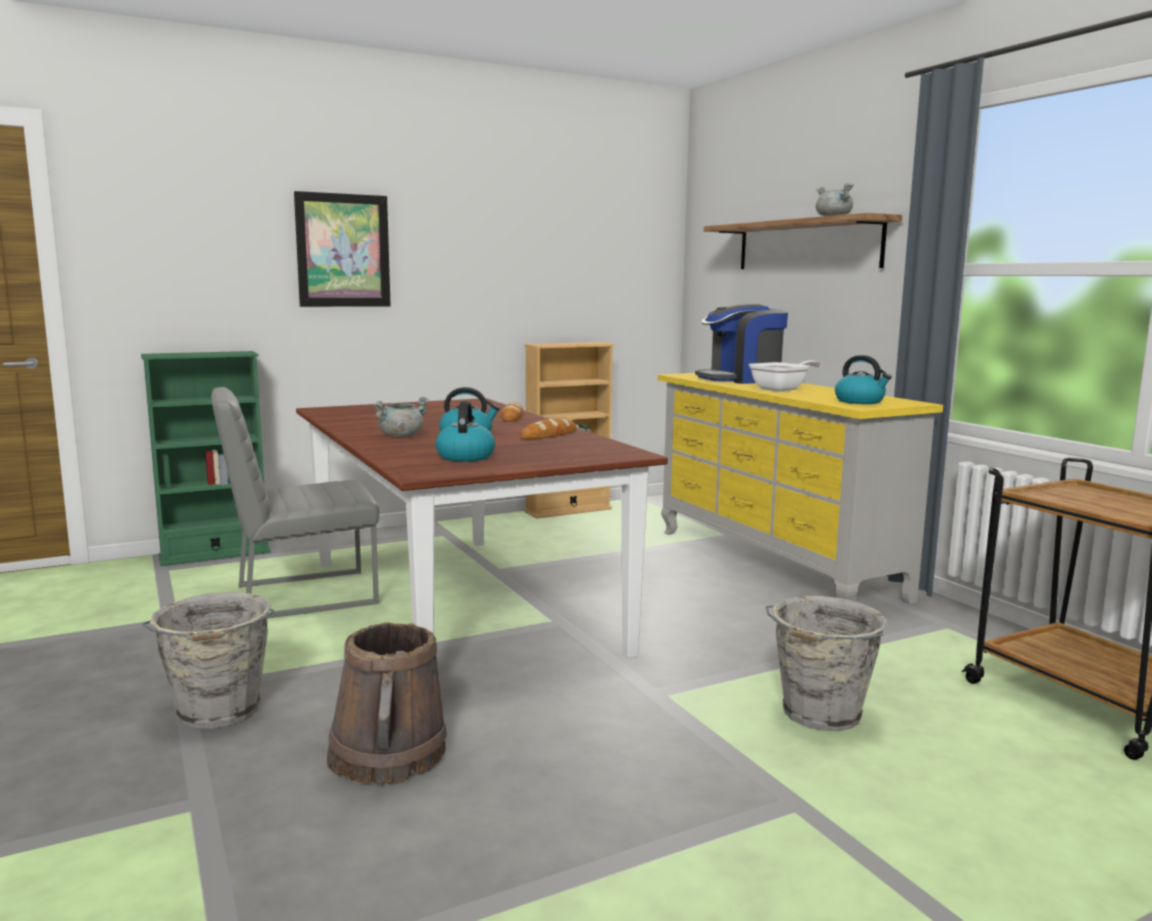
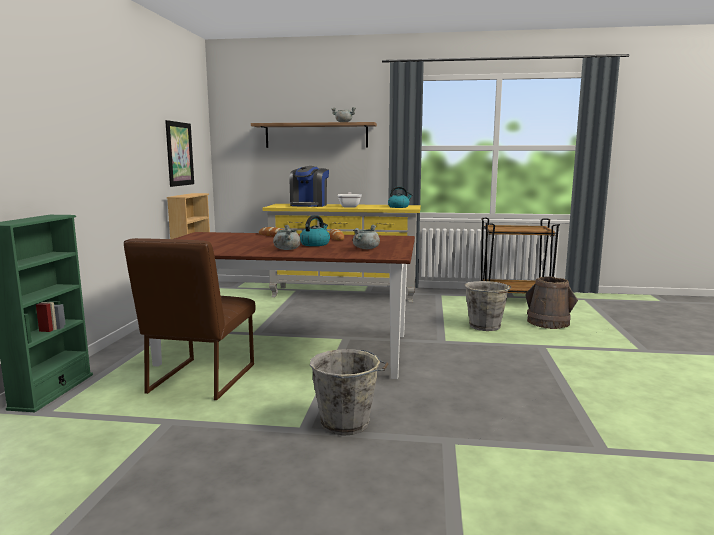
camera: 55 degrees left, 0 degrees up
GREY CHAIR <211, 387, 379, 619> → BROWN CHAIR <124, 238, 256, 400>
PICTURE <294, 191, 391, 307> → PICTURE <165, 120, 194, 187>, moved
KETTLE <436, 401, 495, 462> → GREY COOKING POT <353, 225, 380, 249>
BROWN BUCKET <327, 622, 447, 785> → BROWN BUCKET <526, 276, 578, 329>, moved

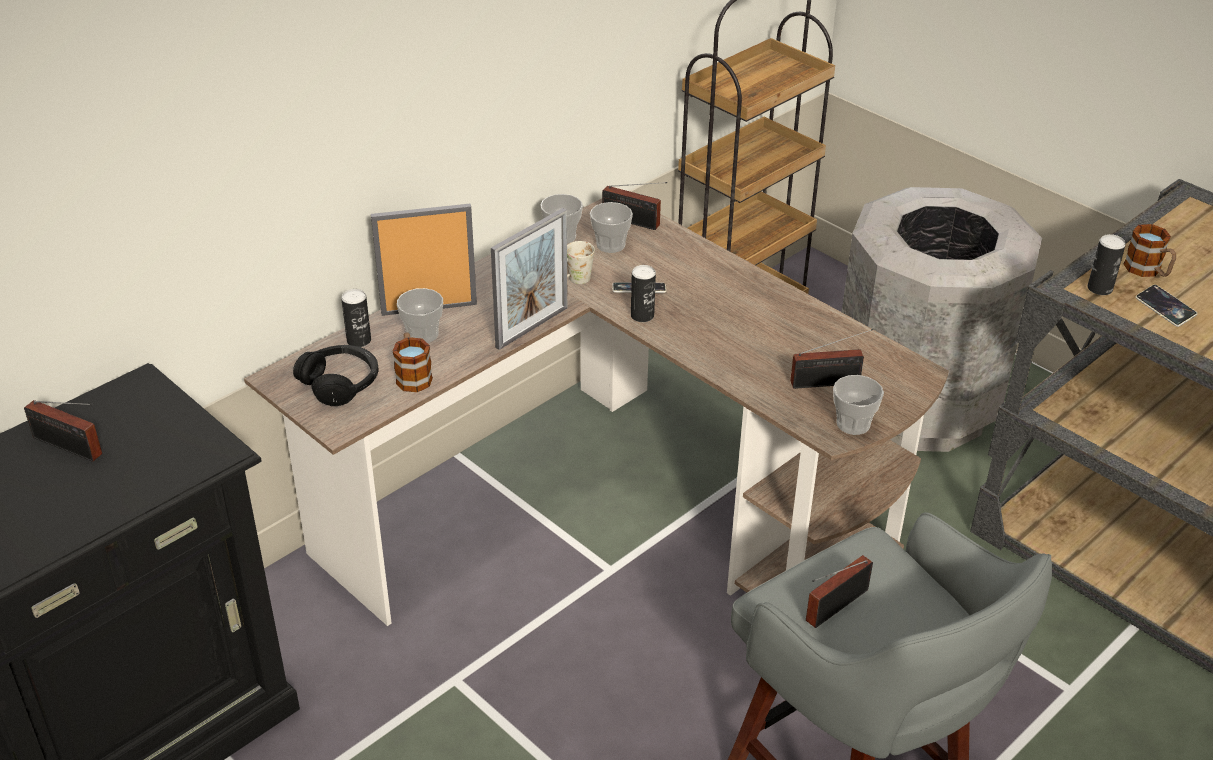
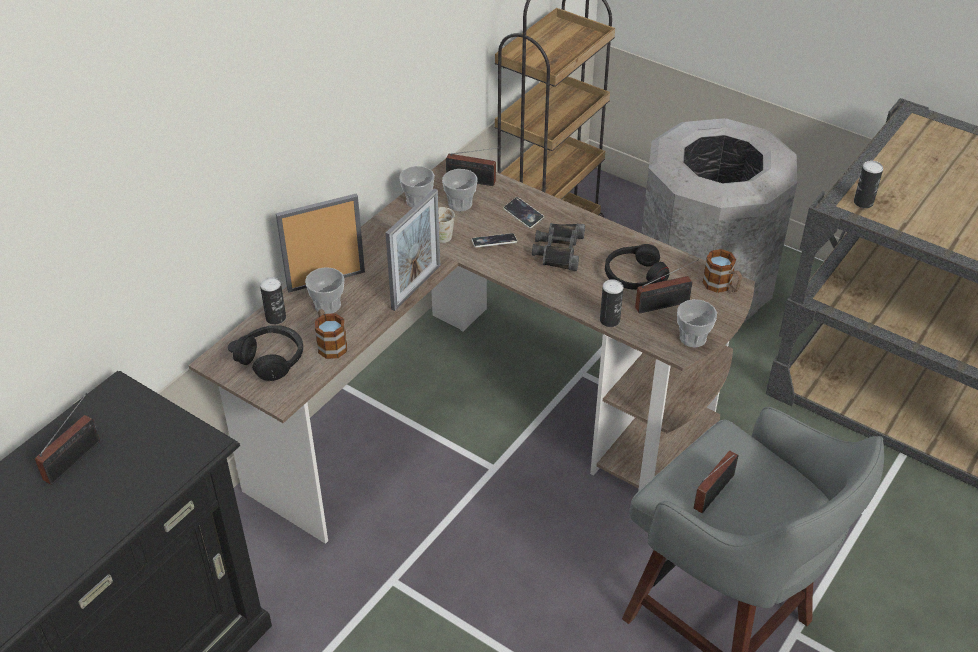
camera: 10 degrees left, 5 degrees up
RADIO <24, 400, 102, 462> → RADIO <35, 392, 100, 485>, 75 degrees counterclockwise
PHONE <1136, 285, 1197, 327> → PHONE <503, 197, 544, 228>, moved
- → BLACK BINOCULARS <532, 223, 585, 271>
CAN <631, 265, 656, 322> → CAN <600, 279, 624, 327>, moved
- → BLACK HEADPHONES <605, 244, 669, 290>
MUG <1124, 224, 1176, 277> → MUG <703, 249, 742, 293>, moved

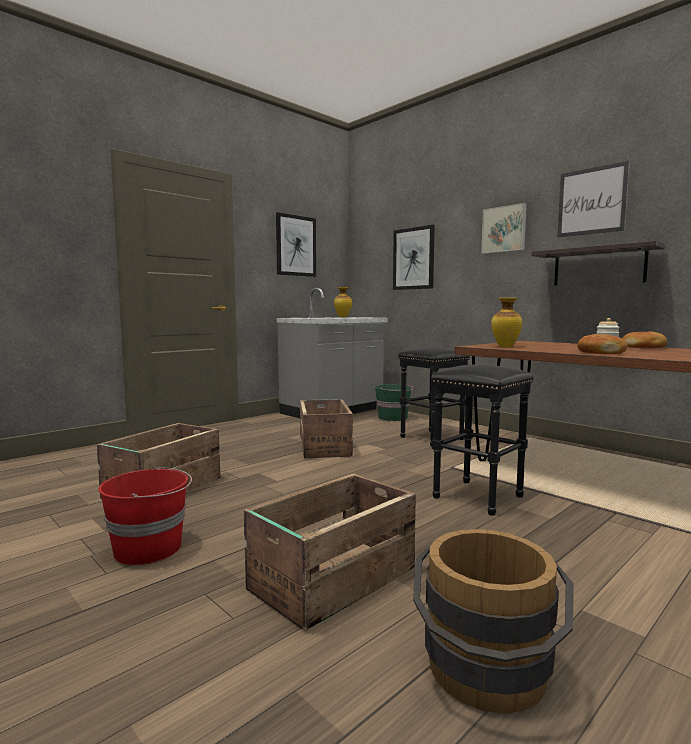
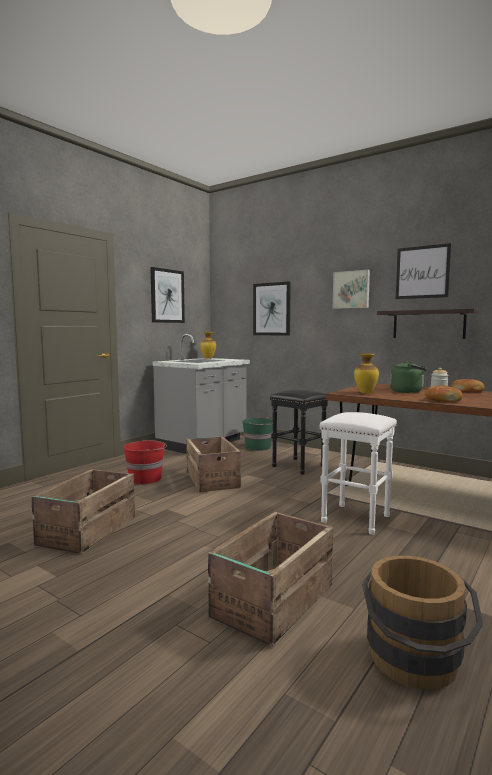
camera: 10 degrees left, 0 degrees up
RED BUCKET <98, 466, 192, 565> → RED BUCKET <123, 439, 167, 484>, moved
BLACK STOOL <431, 364, 534, 516> → WHITE STOOL <320, 412, 397, 535>
- → GREEN KETTLE <390, 361, 427, 393>

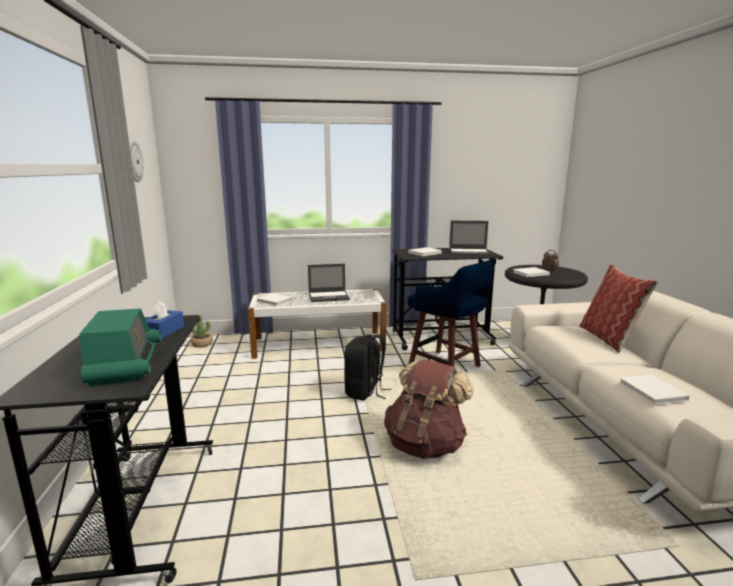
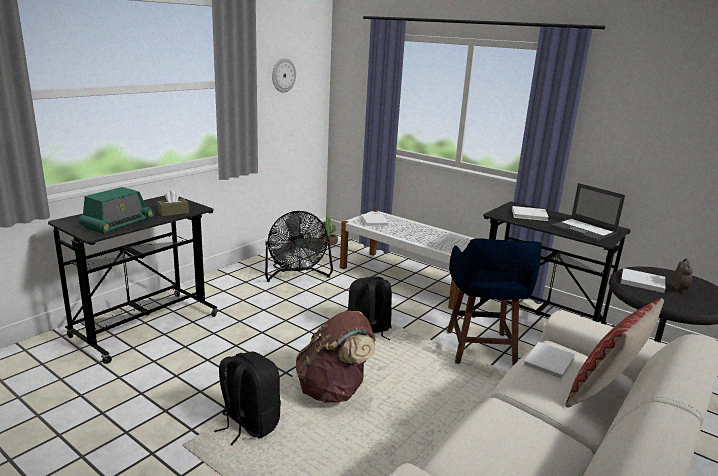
camera: 45 degrees right, 5 degrees up
BLUE TISSUE BOX <146, 301, 184, 339> → BROWN TISSUE BOX <157, 190, 189, 216>
- → BLACK BACKPACK <214, 352, 281, 445>
- → BLACK FAN <265, 211, 333, 282>
WHITE BOOK <619, 375, 690, 405> → WHITE BOOK <523, 342, 575, 380>, moved
LAPTOP <308, 264, 350, 302> → -

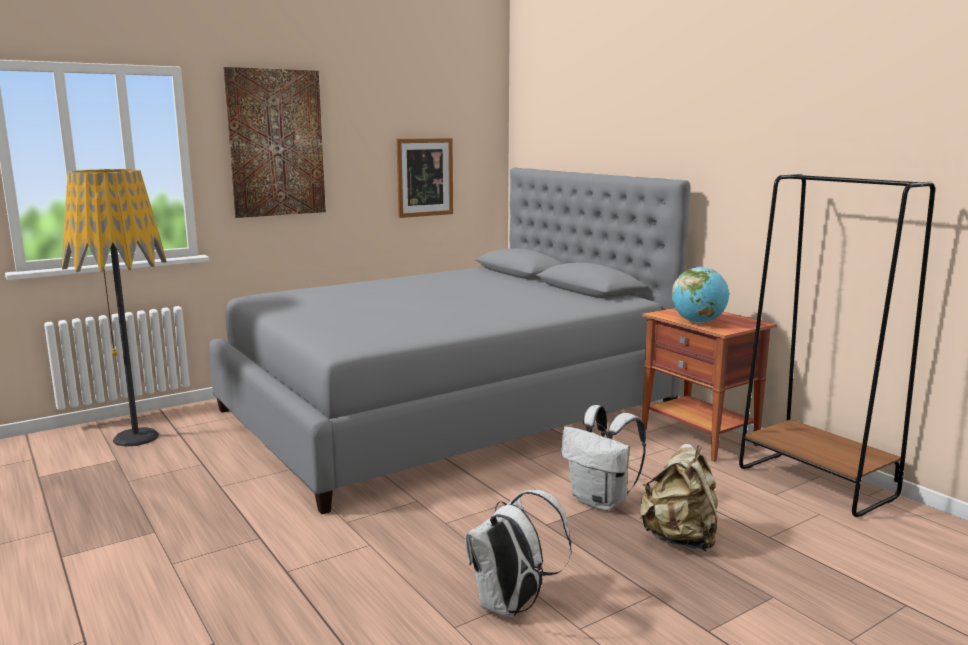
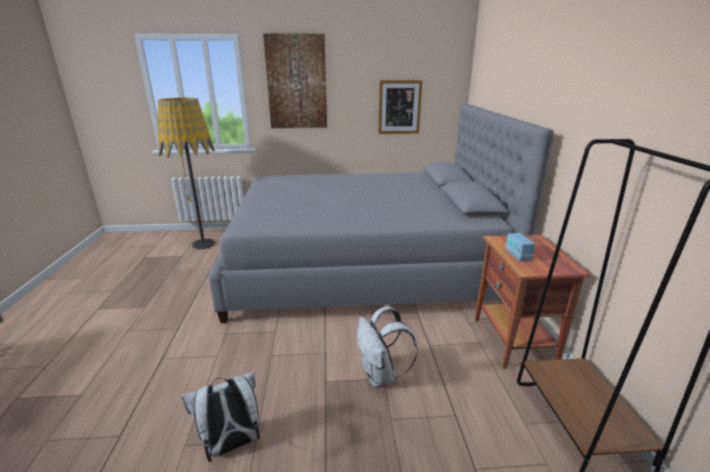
camera: 30 degrees right, 10 degrees up
GLOBE <671, 267, 729, 323> → RADIO <505, 231, 535, 261>
BEIGE BACKPACK <640, 444, 717, 551> → -

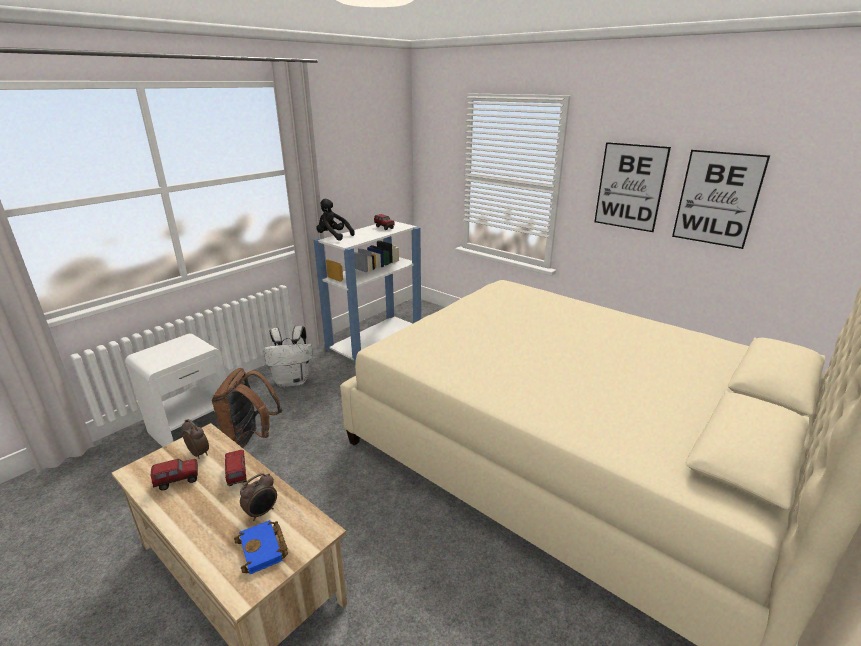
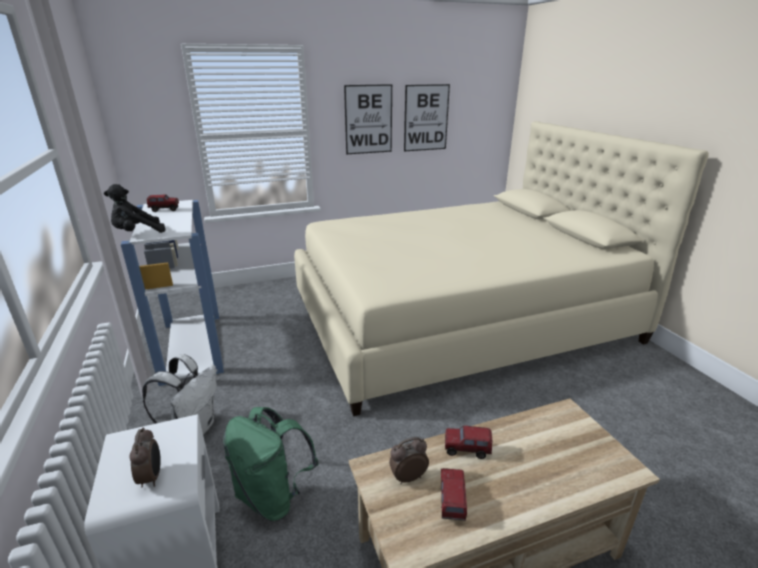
camera: 60 degrees left, 0 degrees up
ALARM CLOCK <240, 473, 277, 521> → ALARM CLOCK <130, 427, 161, 487>, moved
BROWN BACKPACK <212, 368, 282, 448> → GREEN BACKPACK <223, 407, 319, 521>
BLUE BOOK <234, 520, 288, 574> → -

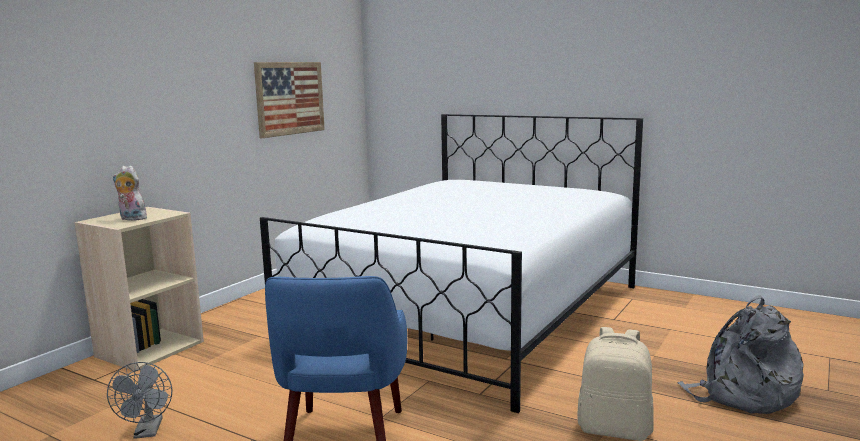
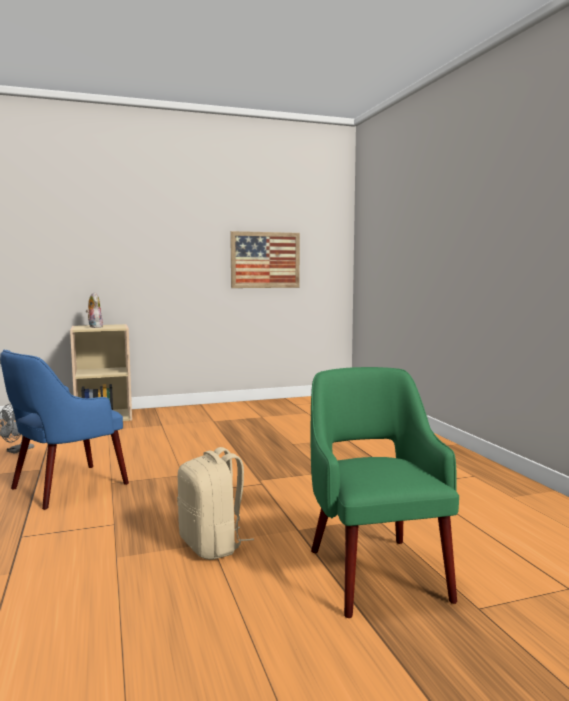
camera: 40 degrees right, 5 degrees down
GREY BACKPACK <677, 295, 804, 414> → GREEN ARMCHAIR <310, 367, 459, 618>
WHITE BED <260, 114, 643, 413> → -

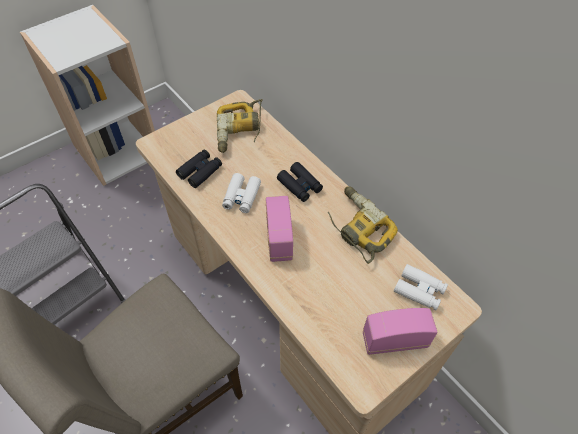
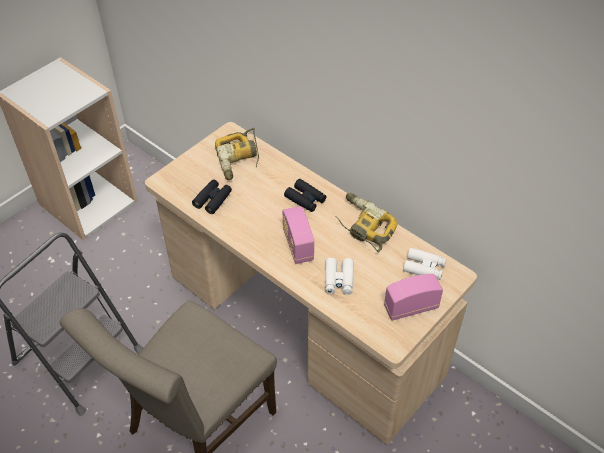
camera: 10 degrees left, 5 degrees down
WHITE BINOCULARS <222, 173, 261, 213> → WHITE BINOCULARS <325, 258, 354, 295>, moved

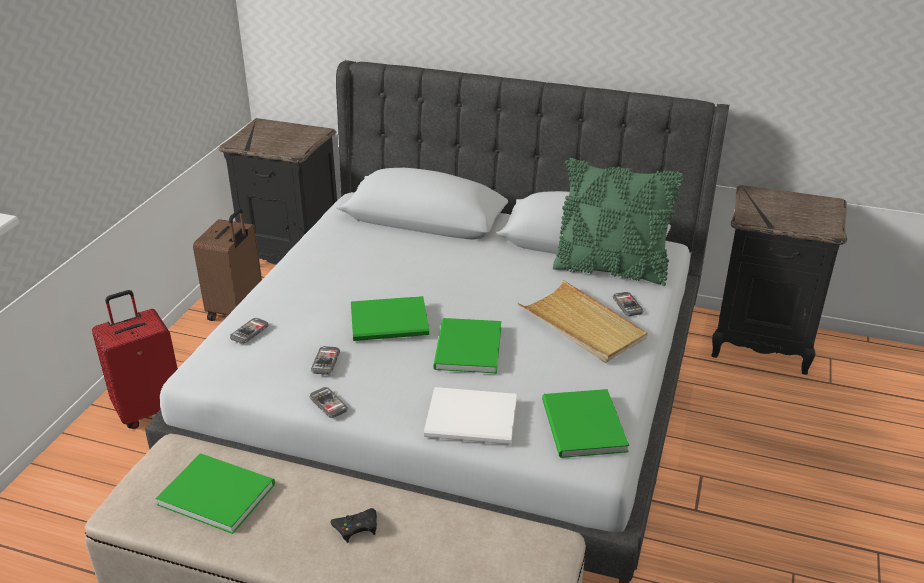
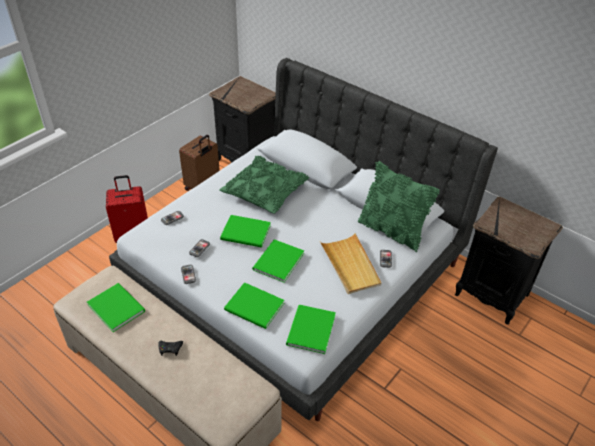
camera: 20 degrees right, 10 degrees up
- → GREEN PILLOW <220, 156, 309, 214>
WHITE BOOK <424, 387, 517, 444> → GREEN BOOK <224, 282, 285, 329>

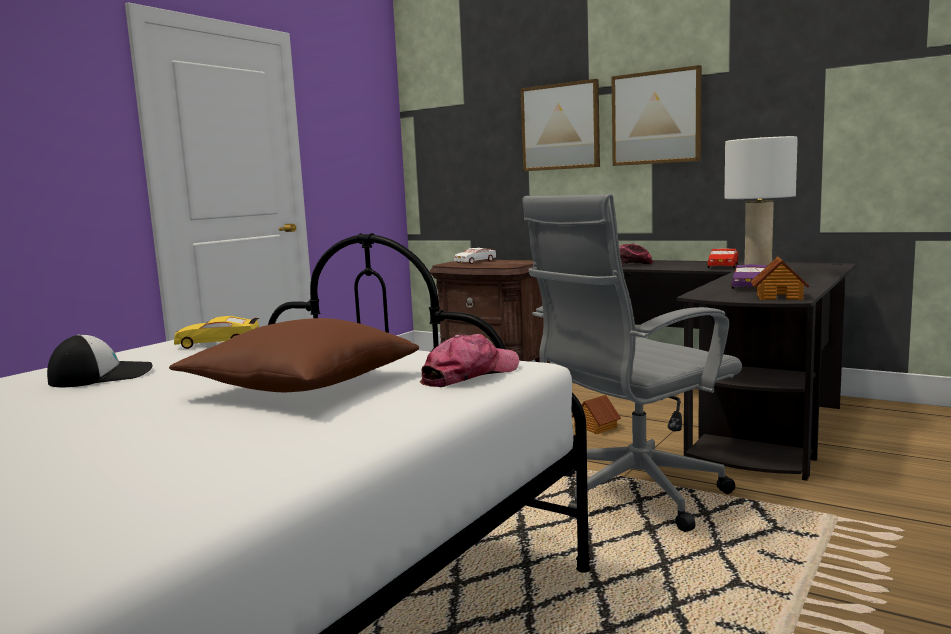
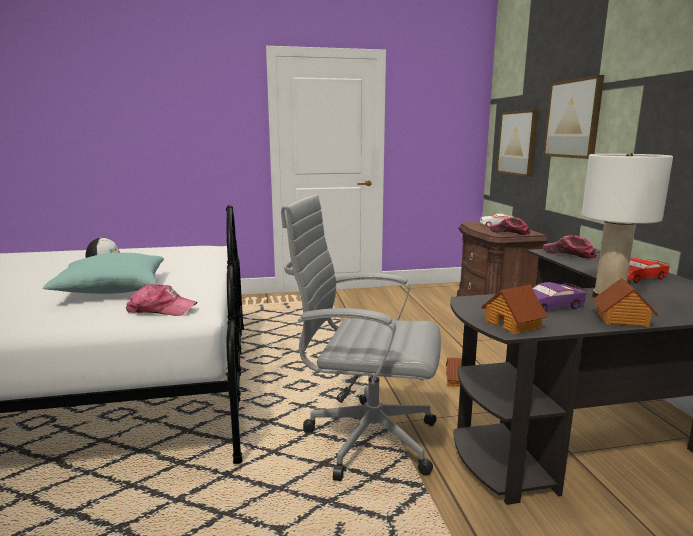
camera: 45 degrees right, 5 degrees up
BROWN PILLOW <169, 318, 419, 392> → TURQUOISE PILLOW <43, 253, 164, 294>
- → CAP <489, 217, 531, 235>
PICTURE <611, 65, 702, 166> → PICTURE <497, 109, 539, 177>, moved
- → TOY HOUSE <593, 278, 659, 327>
YELLOW TOY CAR <174, 316, 259, 349> → -

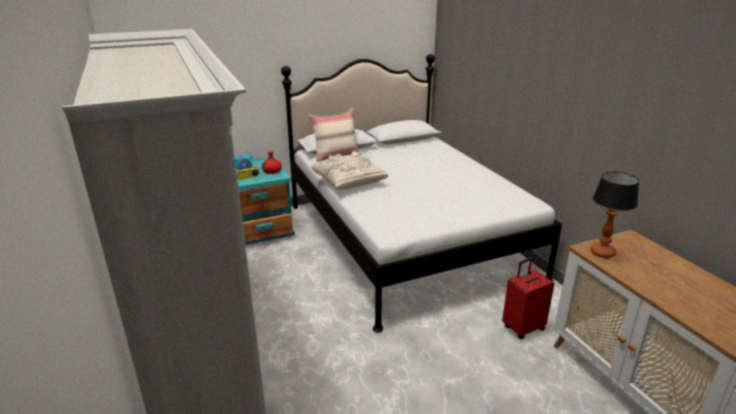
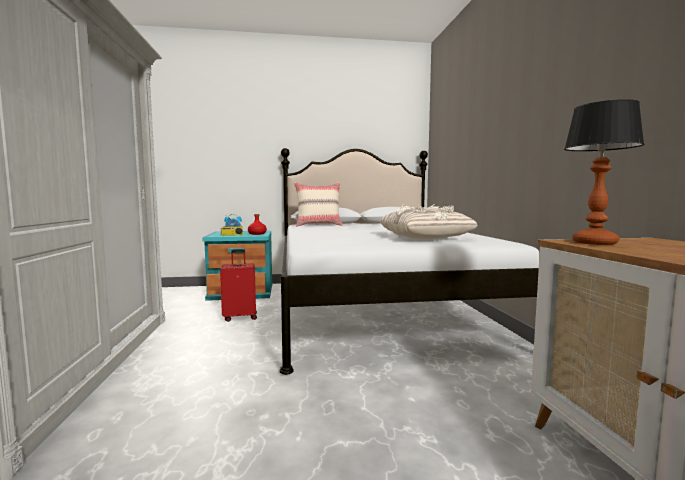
camera: 15 degrees right, 20 degrees down
RED SUITCASE <502, 258, 554, 339> → RED SUITCASE <220, 249, 257, 322>, moved
BEIGE PILLOW <311, 150, 388, 190> → BEIGE PILLOW <380, 204, 477, 239>, moved

